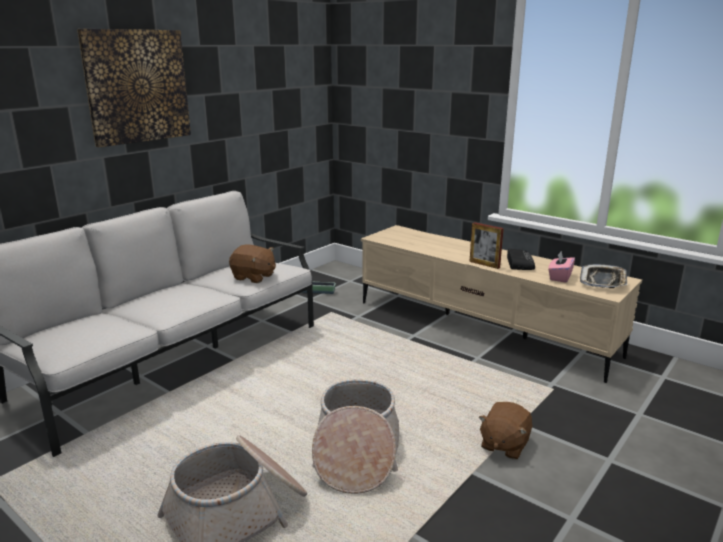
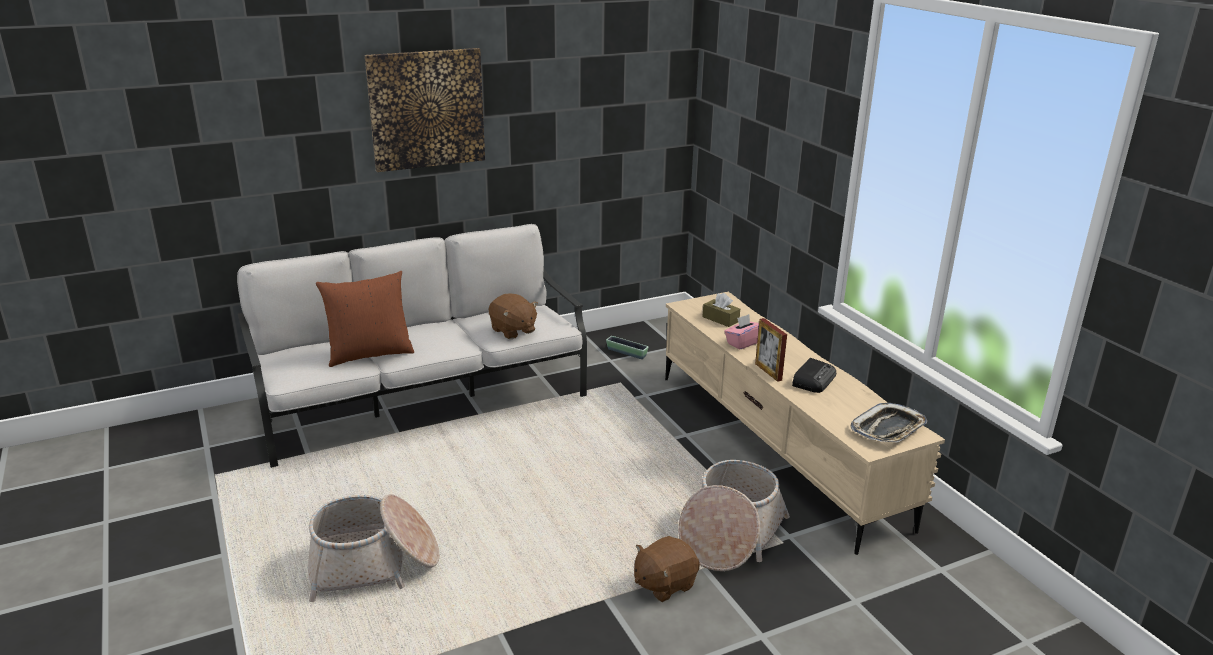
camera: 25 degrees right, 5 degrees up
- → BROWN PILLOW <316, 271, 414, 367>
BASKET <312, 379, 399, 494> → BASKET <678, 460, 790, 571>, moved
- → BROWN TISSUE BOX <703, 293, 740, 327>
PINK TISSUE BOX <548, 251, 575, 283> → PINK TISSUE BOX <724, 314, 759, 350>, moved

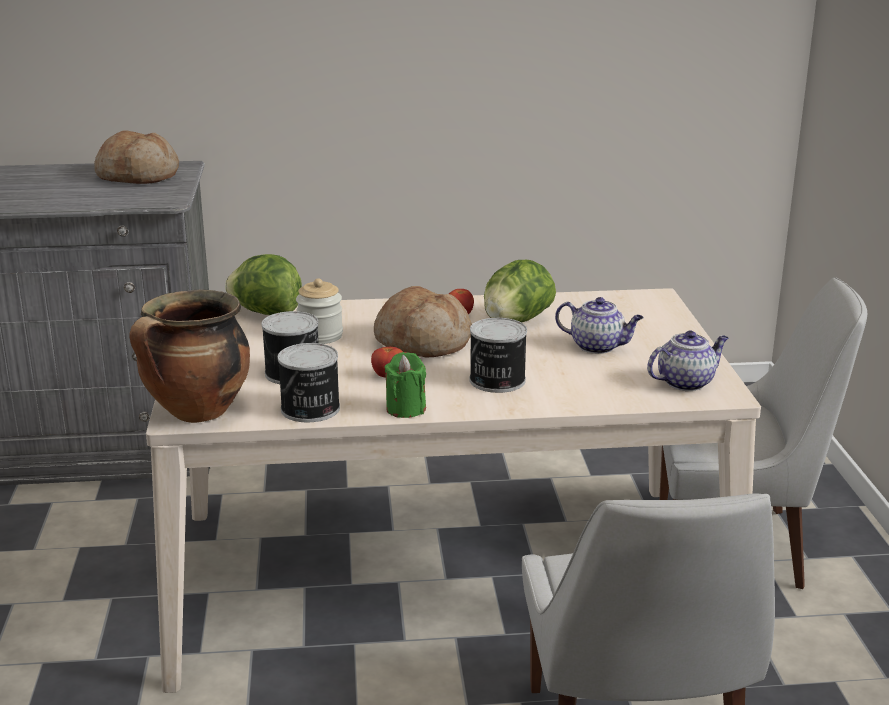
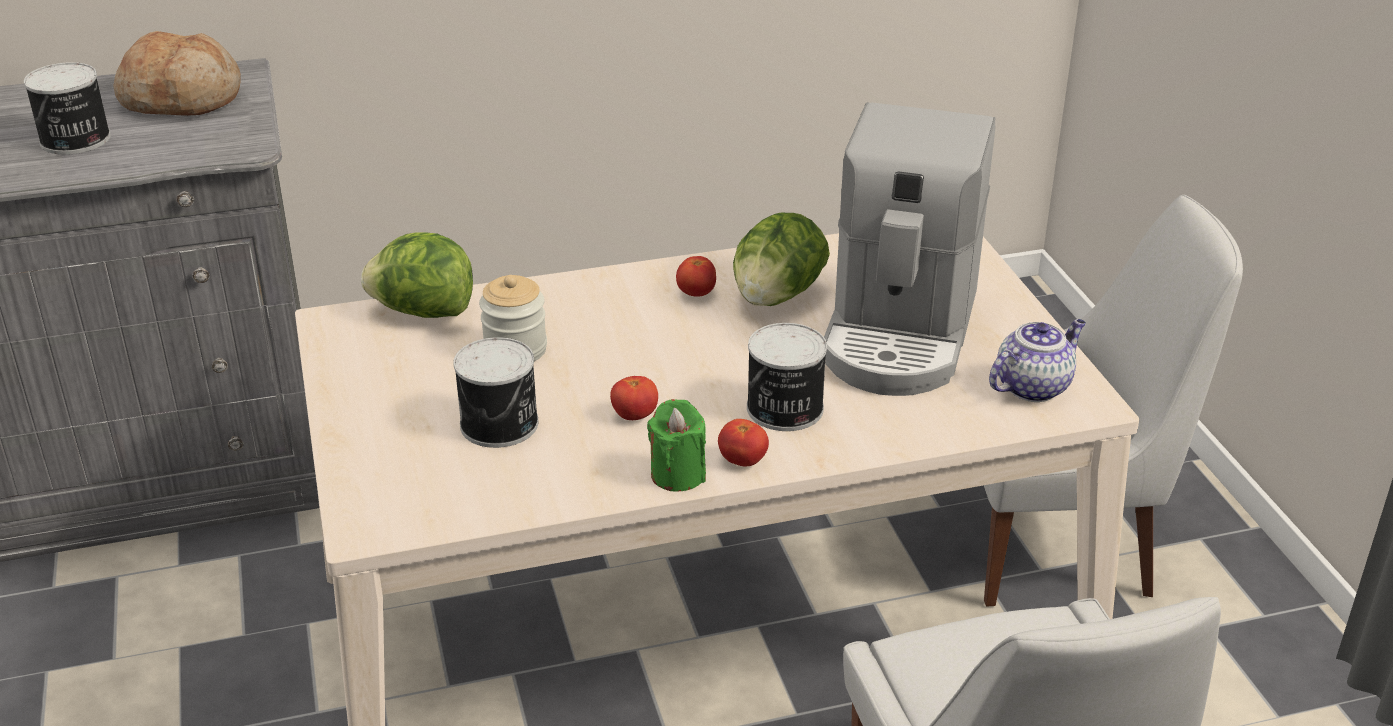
camera: 10 degrees left, 10 degrees up
CAN <278, 343, 340, 422> → CAN <24, 62, 111, 155>, moved
- → TOMATO <718, 419, 769, 467>
TEAPOT <555, 297, 644, 354> → COFFEE MACHINE <824, 102, 996, 396>
COOKING POT <130, 290, 250, 423> → -
BREAD <374, 286, 472, 357> → -

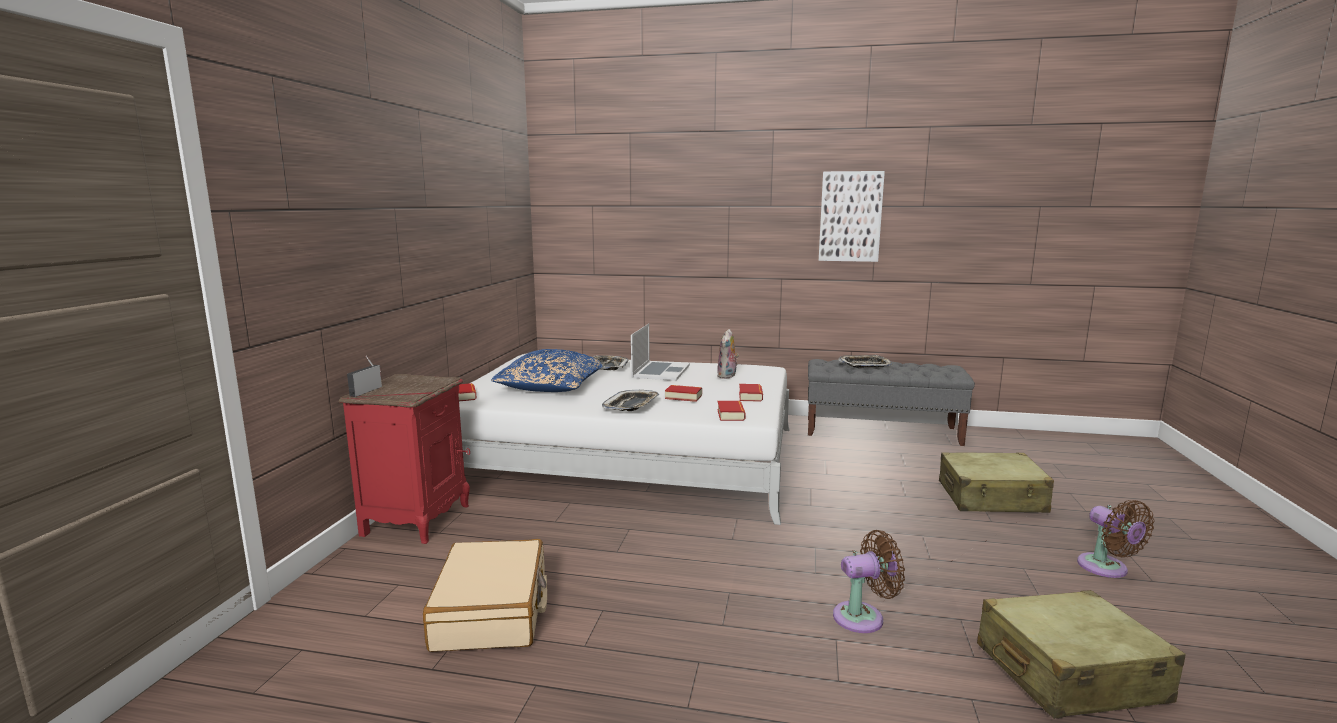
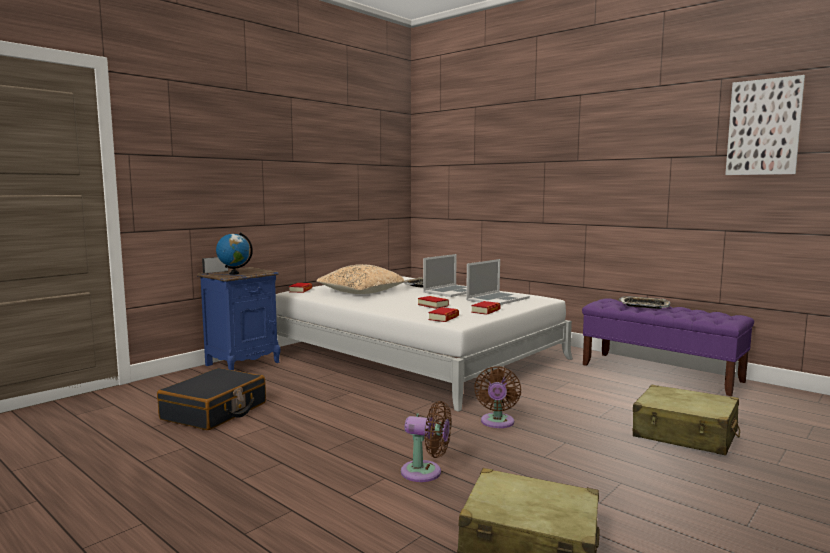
camera: 30 degrees right, 5 degrees down
BEIGE SUITCASE <423, 539, 547, 652> → BLACK SUITCASE <157, 368, 266, 430>
RED NIGHTSTAND <339, 374, 470, 544> → BLUE NIGHTSTAND <197, 267, 281, 370>
- → GLOBE <216, 232, 253, 275>
BLUE PILLOW <491, 349, 603, 392> → BEIGE PILLOW <316, 264, 404, 294>
PLUSH TOY <717, 329, 739, 379> → LAPTOP <466, 259, 530, 305>
BROWN FAN <1077, 500, 1154, 578> → BROWN FAN <474, 366, 521, 428>, moved
GREY BENCH <808, 359, 975, 446> → PURPLE BENCH <582, 298, 754, 396>
PICTURE <819, 171, 885, 262> → PICTURE <725, 75, 805, 175>, moved
TRAY <602, 390, 659, 411> → -

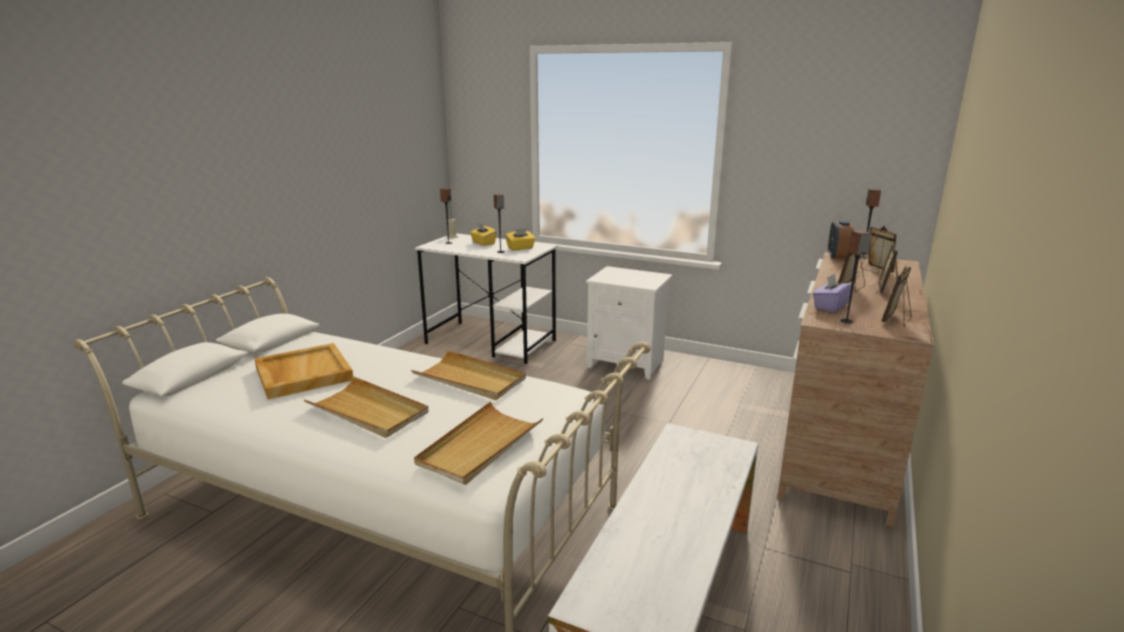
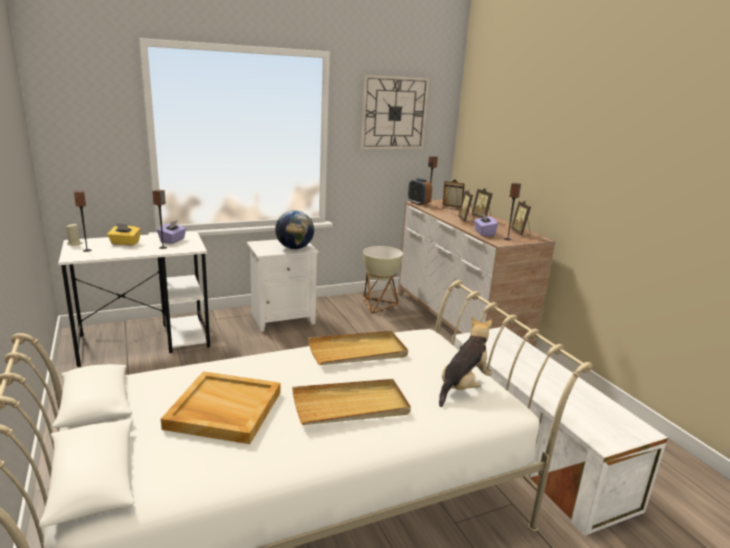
camera: 50 degrees left, 0 degrees up
YELLOW TISSUE BOX <505, 228, 536, 251> → PURPLE TISSUE BOX <157, 220, 186, 244>
- → GLOBE <275, 210, 314, 249>
- → WALL CLOCK <361, 75, 429, 150>
- → PLANTER <363, 246, 403, 313>
BEIGE TRAY <414, 401, 543, 485> → PLUSH TOY <439, 317, 492, 407>

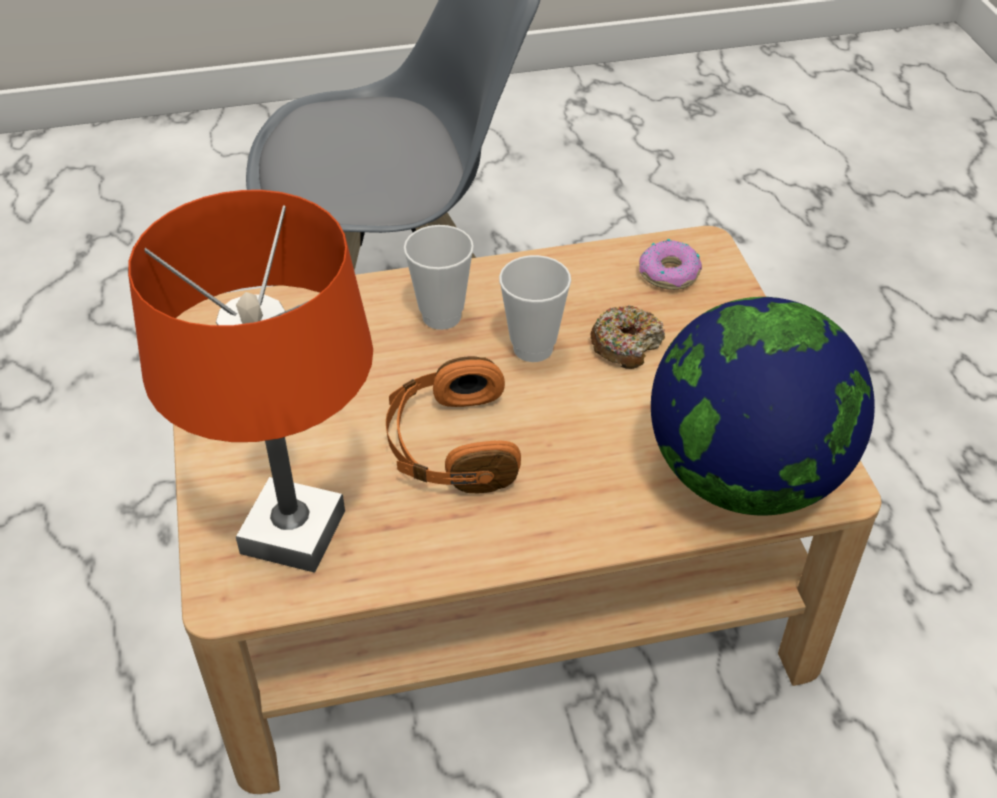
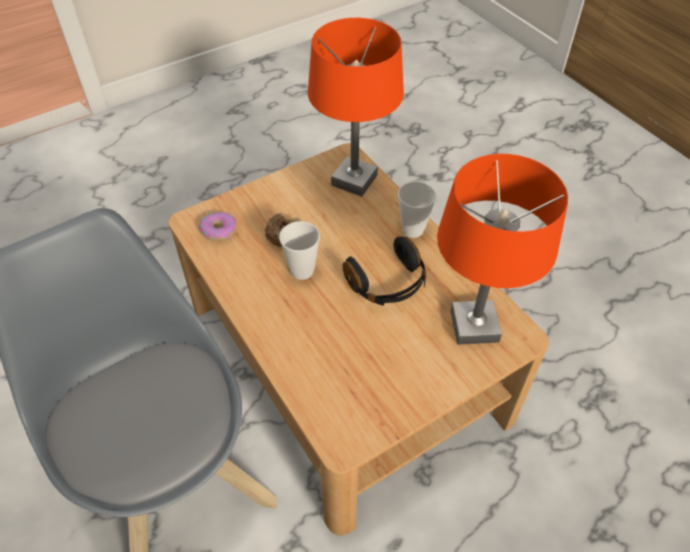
camera: 110 degrees left, 5 degrees up
GLOBE <651, 297, 875, 515> → ORANGE TABLE LAMP <308, 18, 404, 197>
ORANGE HEADPHONES <386, 356, 521, 493> → BLACK HEADPHONES <343, 236, 426, 306>
CUP <404, 225, 474, 330> → CUP <398, 181, 436, 238>, moved

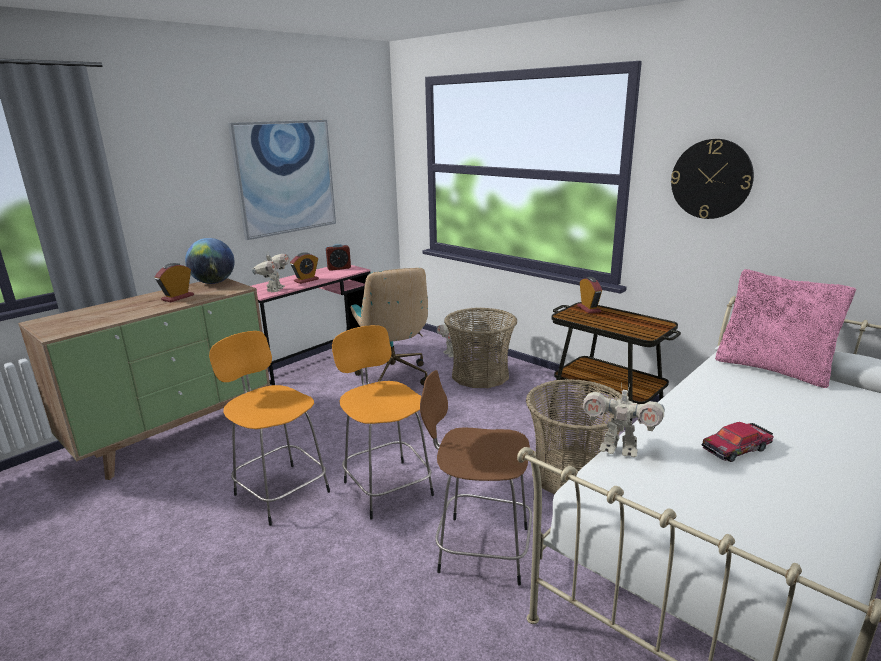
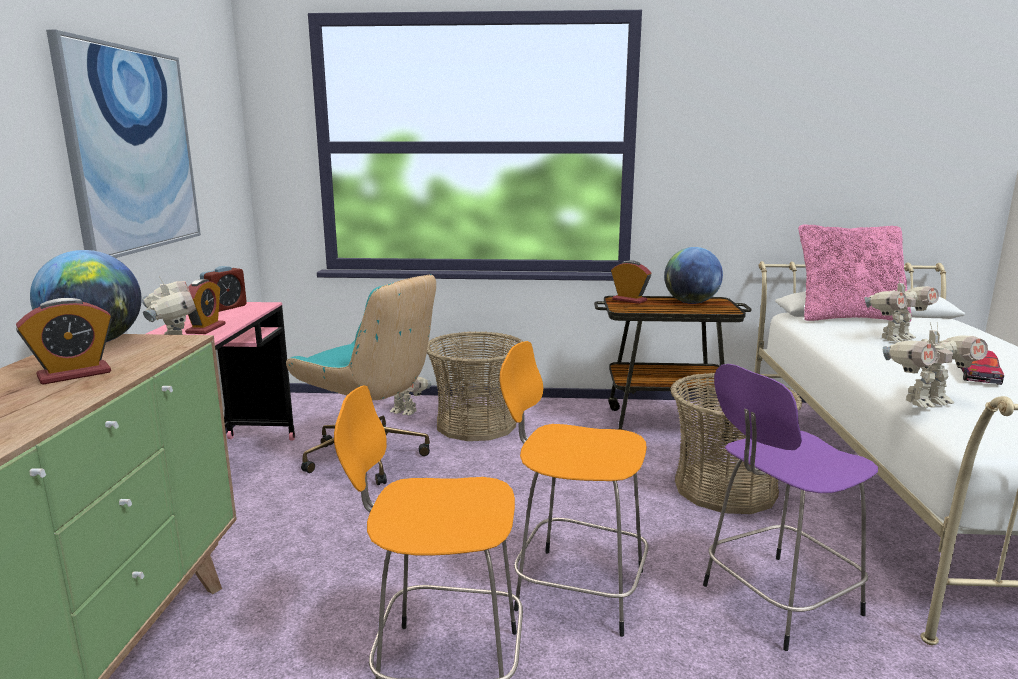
camera: 40 degrees left, 5 degrees down
ALARM CLOCK <155, 263, 194, 302> → ALARM CLOCK <16, 298, 112, 385>, 120 degrees counterclockwise
- → GLOBE <664, 247, 723, 304>
BROWN STOOL <420, 370, 532, 586> → PURPLE STOOL <703, 364, 878, 651>
- → TOY ROBOT <865, 277, 939, 342>
WALL CLOCK <671, 139, 754, 219> → -

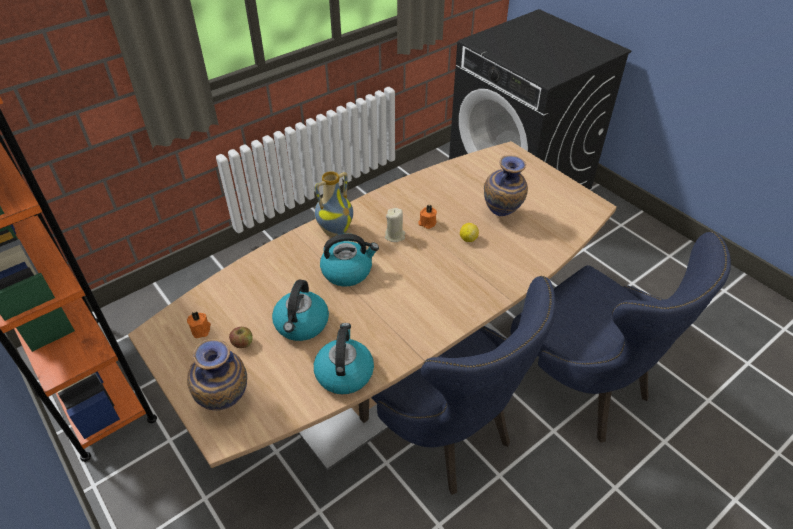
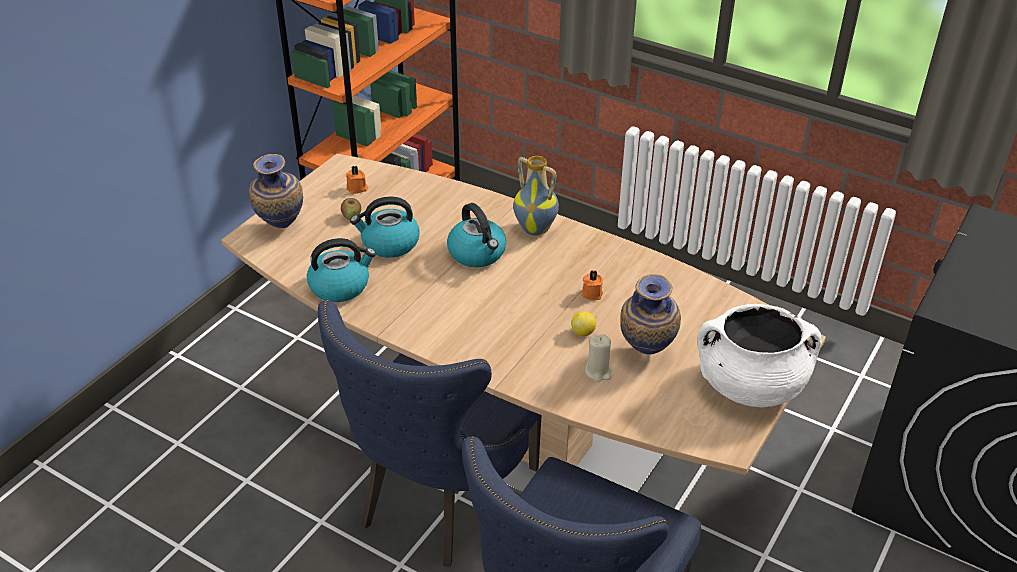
camera: 70 degrees right, 5 degrees down
BEIGE CANDLE <385, 208, 405, 242> → BEIGE CANDLE <585, 334, 612, 382>, moved
- → WHITE COOKING POT <697, 304, 821, 407>

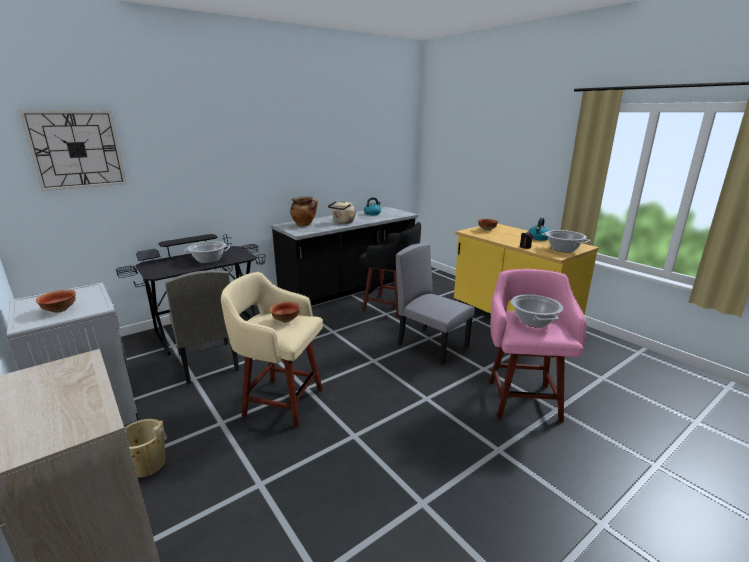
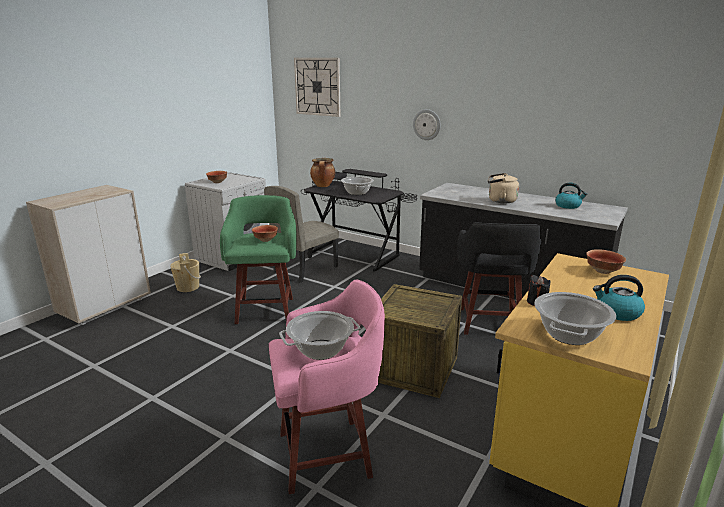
camera: 70 degrees right, 0 degrees up
BEIGE STOOL <221, 272, 323, 428> → GREEN STOOL <220, 195, 297, 324>
COOKING POT <290, 197, 318, 226> → COOKING POT <310, 158, 335, 187>, moved
GREY CHAIR <396, 243, 475, 365> → CRATE <378, 284, 462, 398>
- → WALL CLOCK <413, 109, 441, 140>

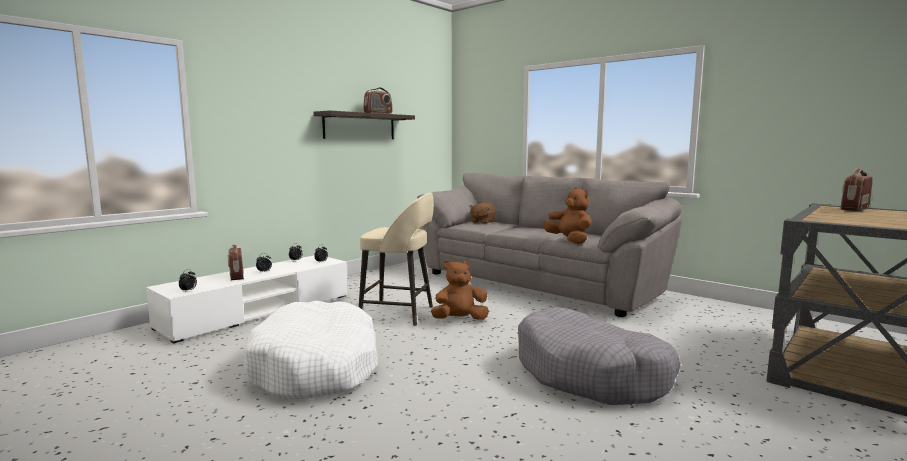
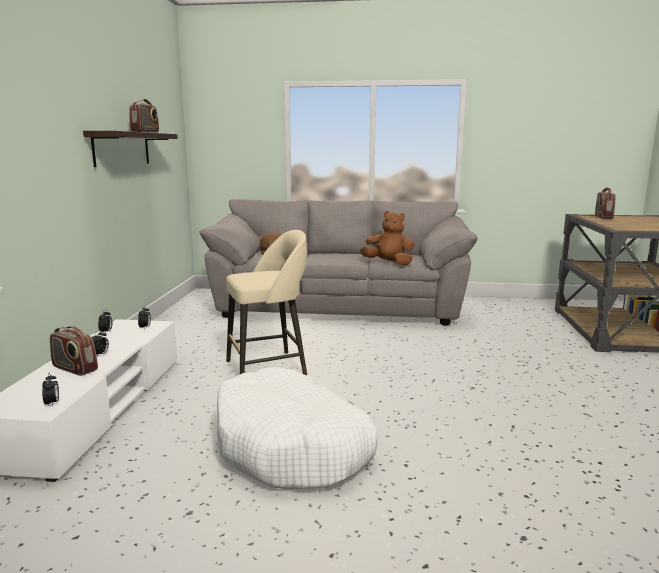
camera: 35 degrees left, 5 degrees up
BROWN PLUSH TOY <431, 260, 489, 320> → -
GREY DOG BED <518, 307, 681, 405> → -

